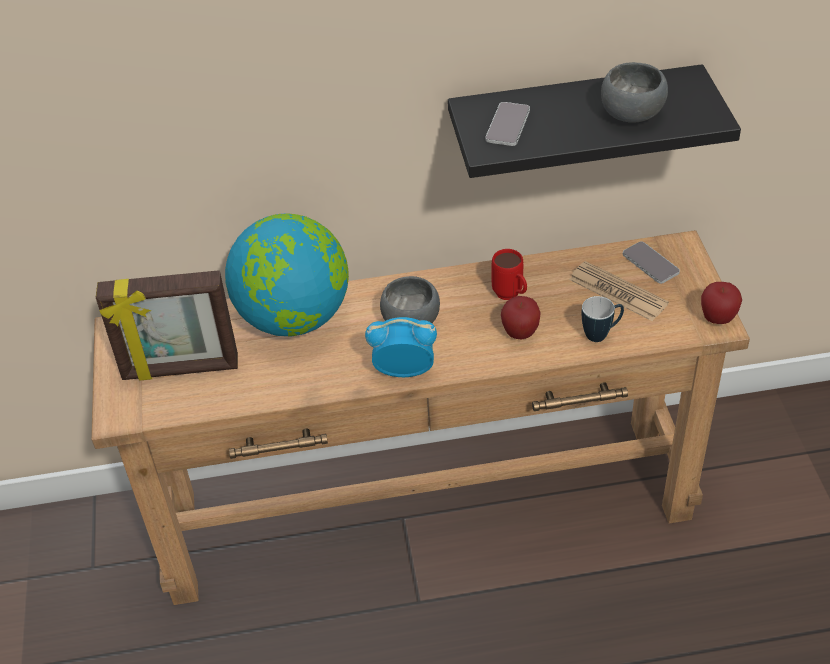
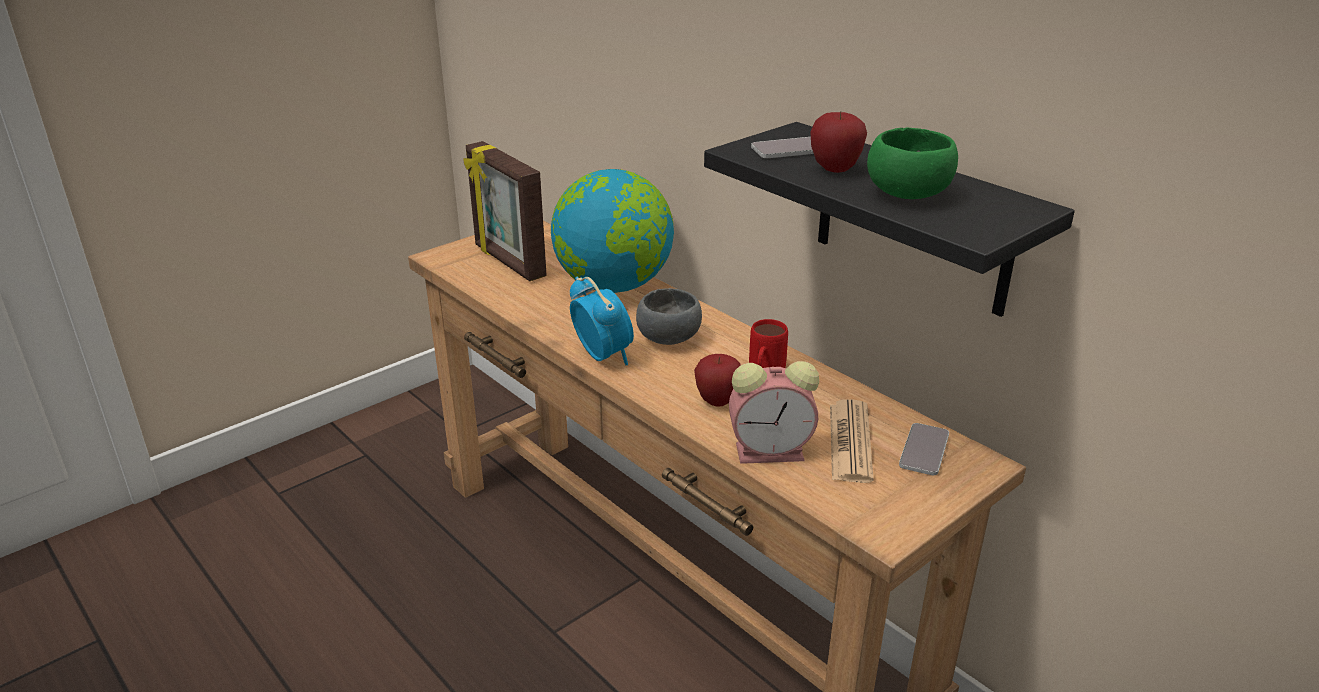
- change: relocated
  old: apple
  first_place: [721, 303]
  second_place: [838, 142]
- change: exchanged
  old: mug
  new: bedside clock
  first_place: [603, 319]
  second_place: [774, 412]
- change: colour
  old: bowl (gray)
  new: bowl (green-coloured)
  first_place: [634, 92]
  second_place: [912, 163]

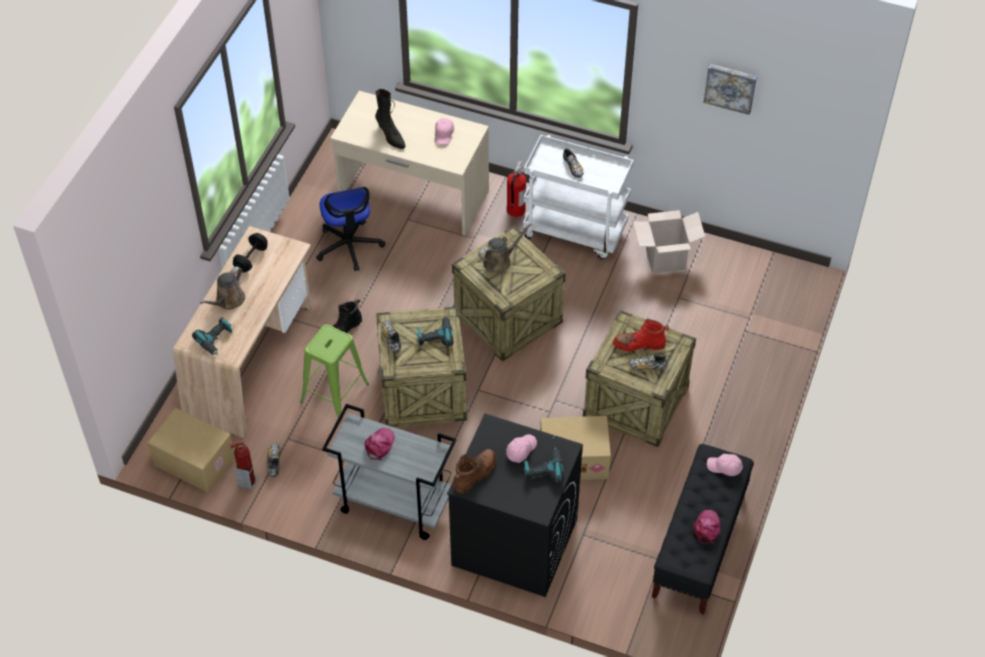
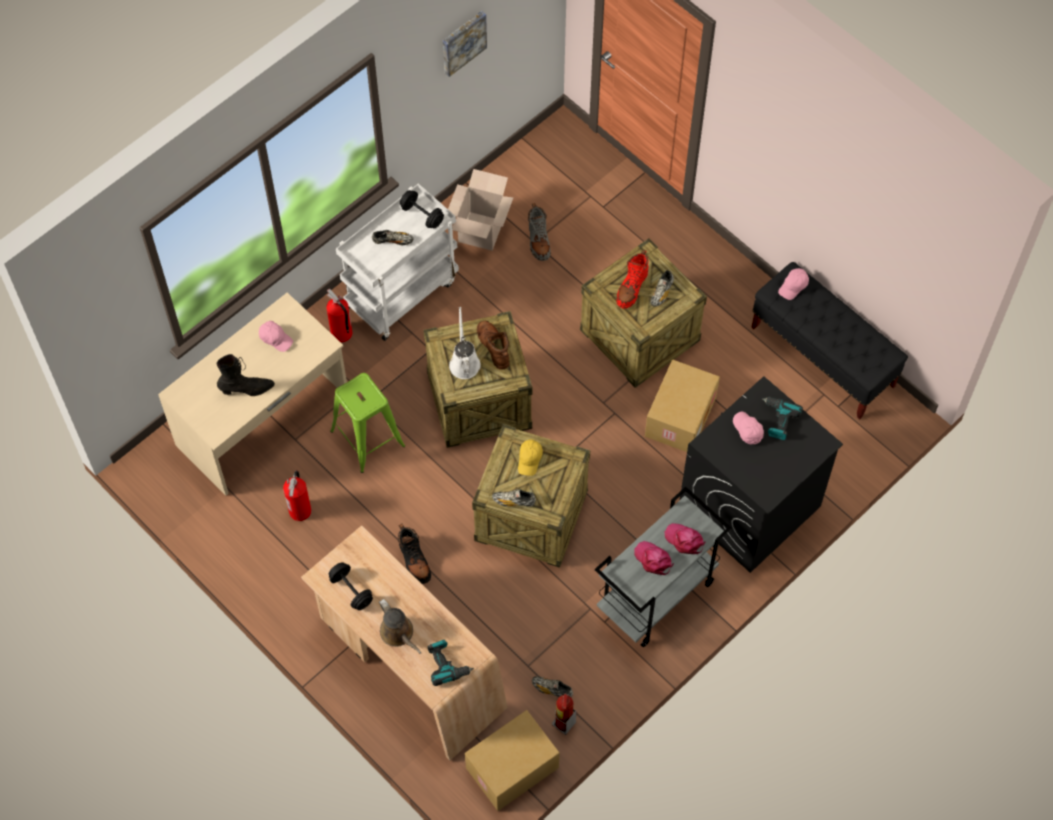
- change: appeared
  new: free weight (black-coloured)
  second_place: [422, 209]
- change: appeared
  new: boot (gray)
  second_place: [539, 232]
- change: relocated
  old: stool (green-coloured)
  first_place: [334, 372]
  second_place: [367, 423]
- change: relocated
  old: boot (brown-coloured)
  first_place: [475, 471]
  second_place: [493, 345]
- change: relocated
  old: peaked cap (pink-coloured)
  first_place: [706, 527]
  second_place: [684, 538]
- change: exchanged
  old: office chair
  new: extinguisher
  first_place: [350, 229]
  second_place: [297, 495]
- change: exchanged
  old: power drill
  new: peaked cap (yellowish)
  first_place: [435, 331]
  second_place: [530, 457]
- change: colour
  old: sprinkling can (brown-coloured)
  new: sprinkling can (whitish)
  first_place: [505, 248]
  second_place: [465, 343]

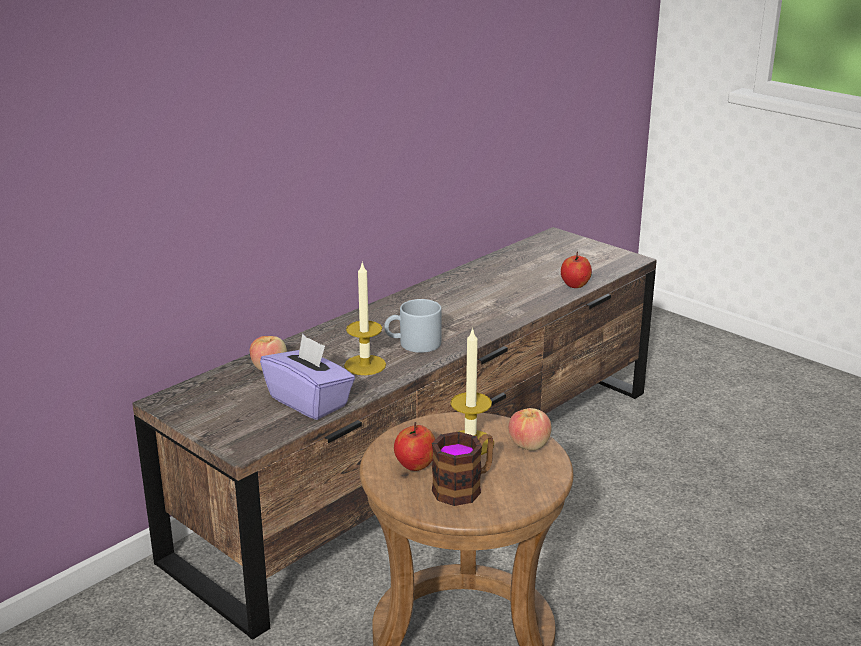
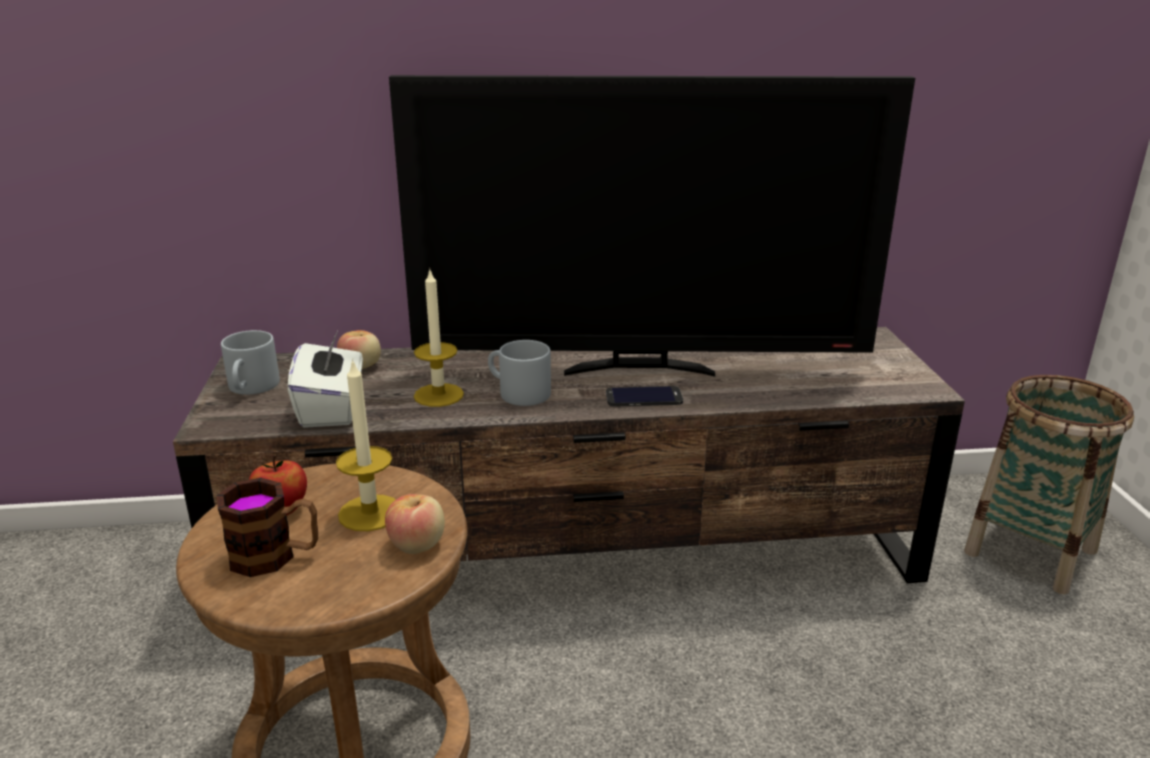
- change: missing
  old: apple
  first_place: [576, 269]
- change: appeared
  new: mug (gray)
  second_place: [250, 362]
- change: appeared
  new: TV set
  second_place: [652, 226]
- change: appeared
  new: handset
  second_place: [644, 396]
- change: appeared
  new: household basket
  second_place: [1049, 484]
- change: colour
  old: tissue box (purple)
  new: tissue box (whitish)
  first_place: [307, 377]
  second_place: [325, 379]

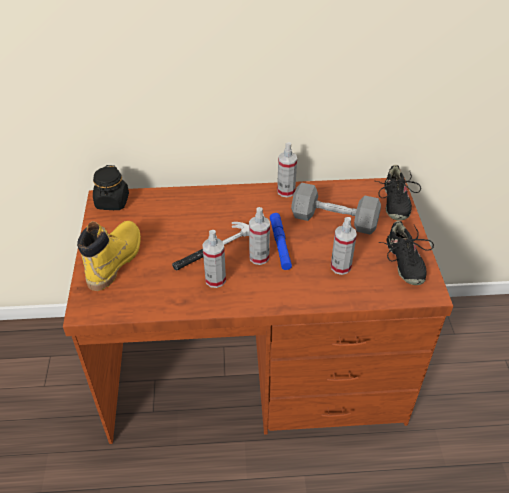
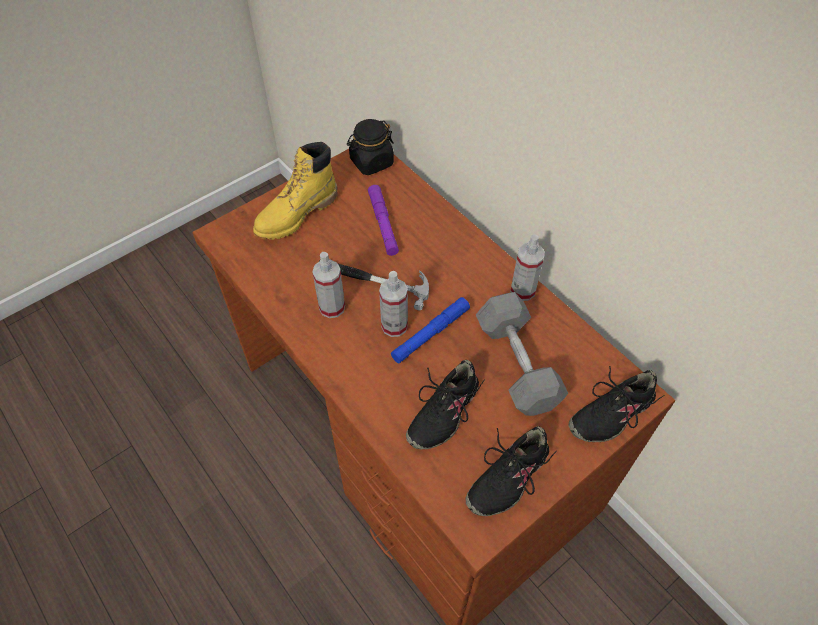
- change: appeared
  new: torch (purple)
  second_place: [383, 220]
- change: exchanged
  old: spray bottle
  new: item of footwear (black-coloured)
  first_place: [344, 246]
  second_place: [445, 404]
- change: spun
  old: boot (yellowish)
  first_place: [109, 256]
  second_place: [295, 191]
  degrees: 150

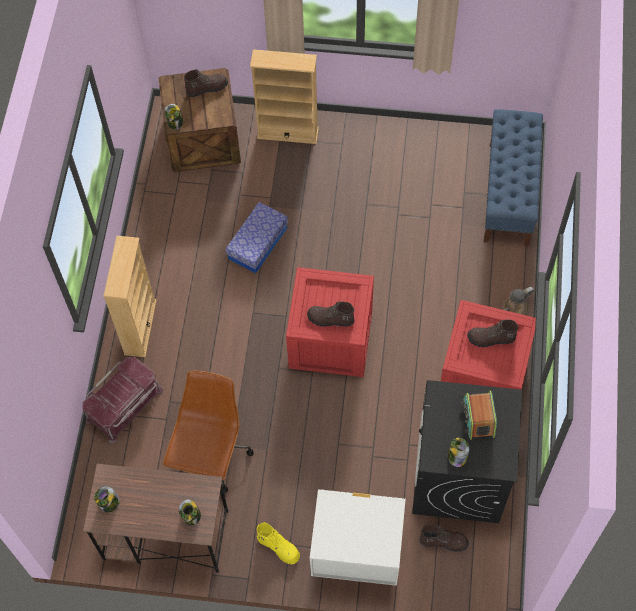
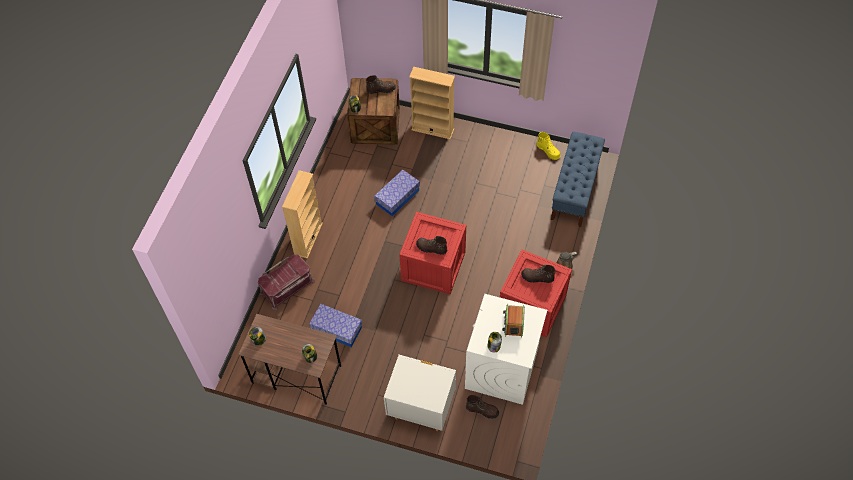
- change: relocated
  old: boot (yellowish)
  first_place: [278, 543]
  second_place: [548, 146]
- change: exchanged
  old: office chair (brown-coloured)
  new: storage container
  first_place: [208, 431]
  second_place: [335, 325]
- change: colour
  old: laundry appliance (black-coloured)
  new: laundry appliance (whitish)
  first_place: [467, 451]
  second_place: [506, 349]

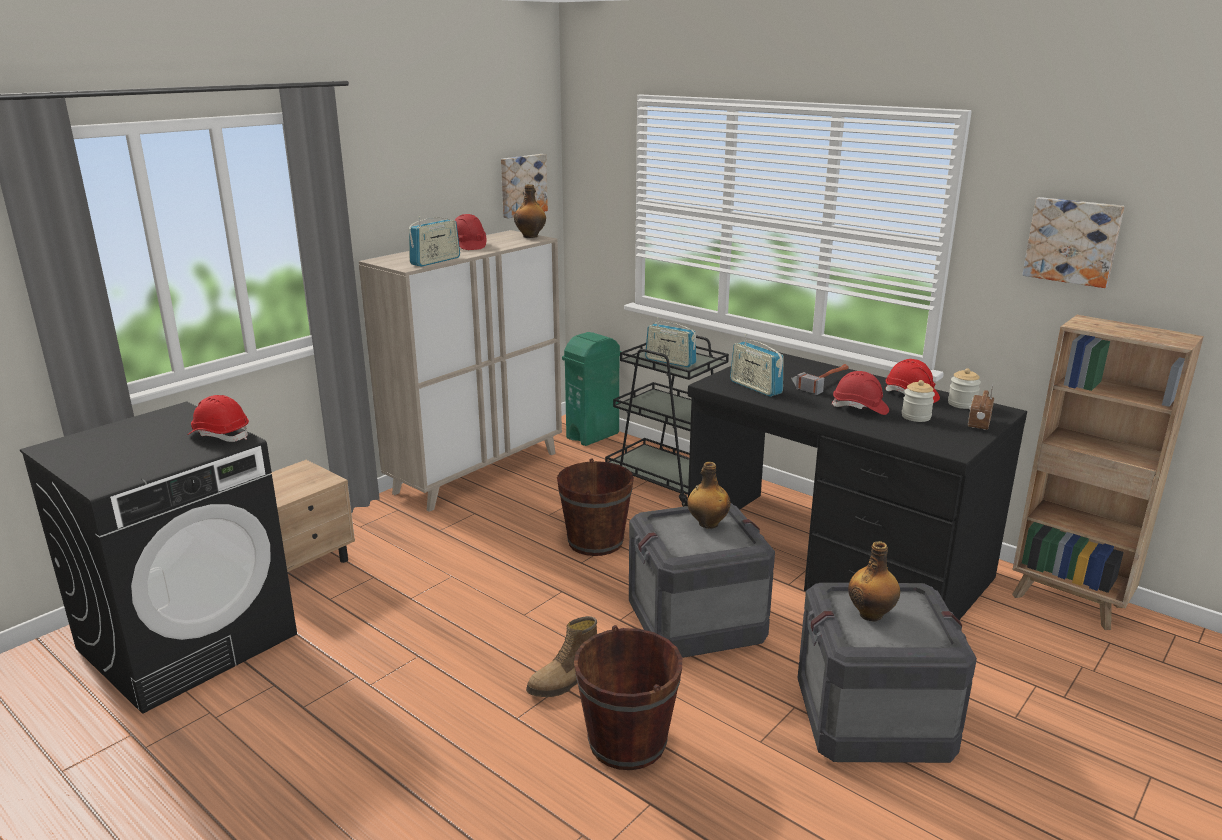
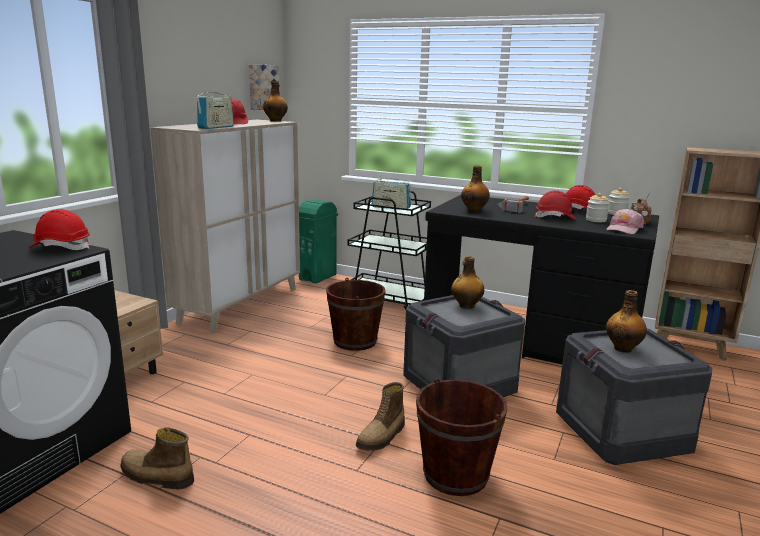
- change: missing
  old: wall art
  first_place: [1073, 242]
- change: appeared
  new: boot
  second_place: [157, 458]
- change: appeared
  new: peaked cap (pink-coloured)
  second_place: [625, 221]
- change: exchanged
  old: radio set
  new: drink bottle
  first_place: [756, 365]
  second_place: [475, 189]

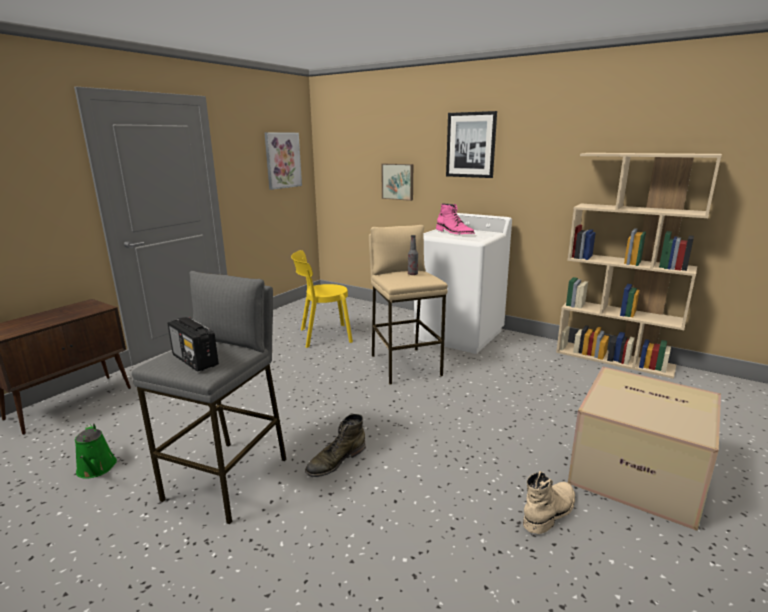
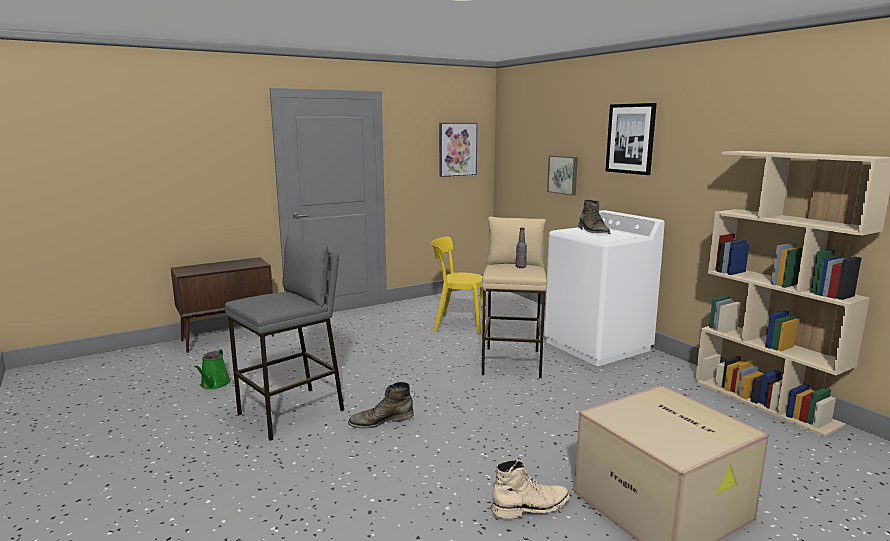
- change: missing
  old: radio set
  first_place: [193, 344]
- change: colour
  old: boot (pink-coloured)
  new: boot (green-coloured)
  first_place: [455, 218]
  second_place: [594, 217]

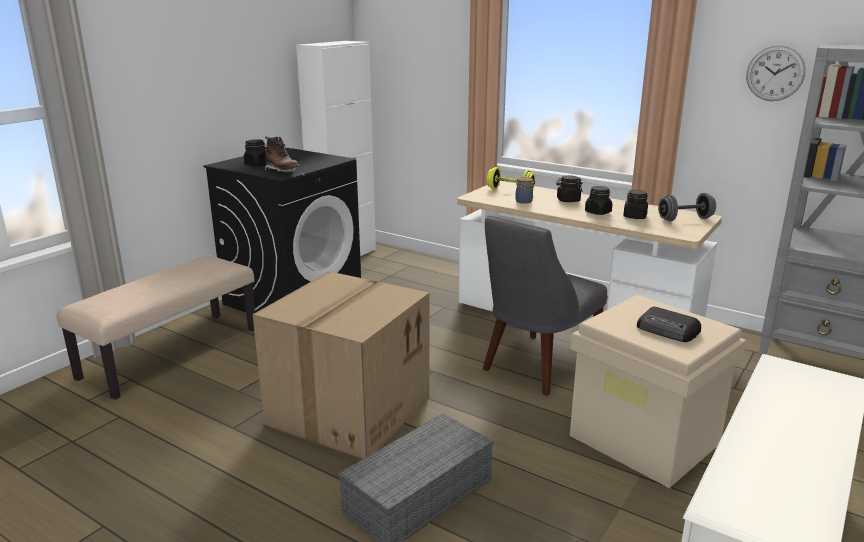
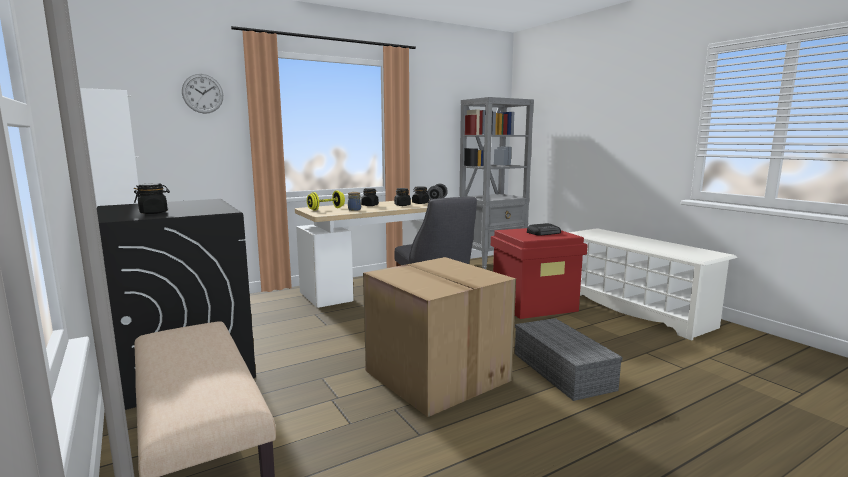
- change: missing
  old: boot (brown-coloured)
  first_place: [282, 154]
- change: relocated
  old: wall clock
  first_place: [776, 73]
  second_place: [202, 94]
- change: colour
  old: storage container (beige-coloured)
  new: storage container (red-coloured)
  first_place: [658, 391]
  second_place: [539, 273]

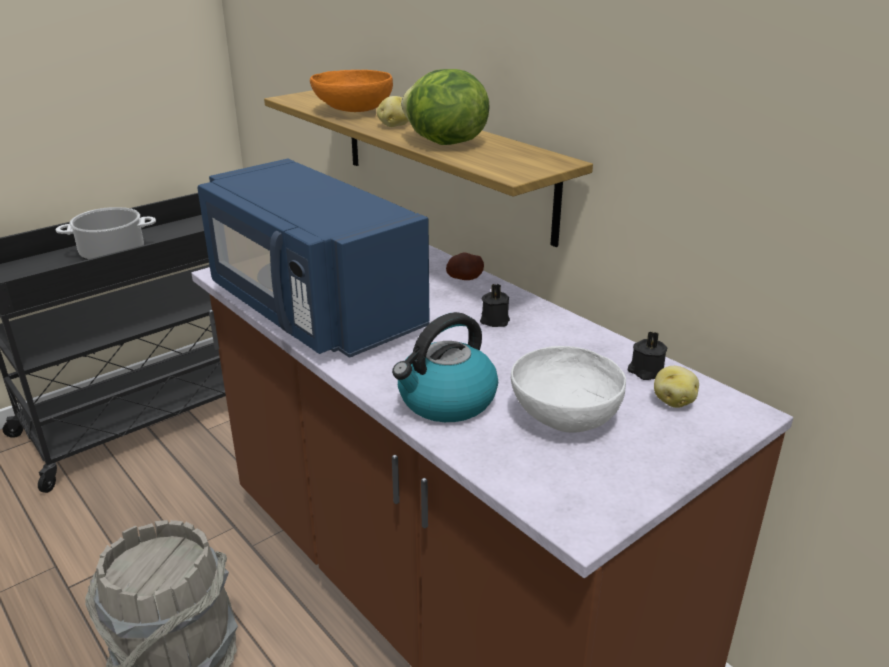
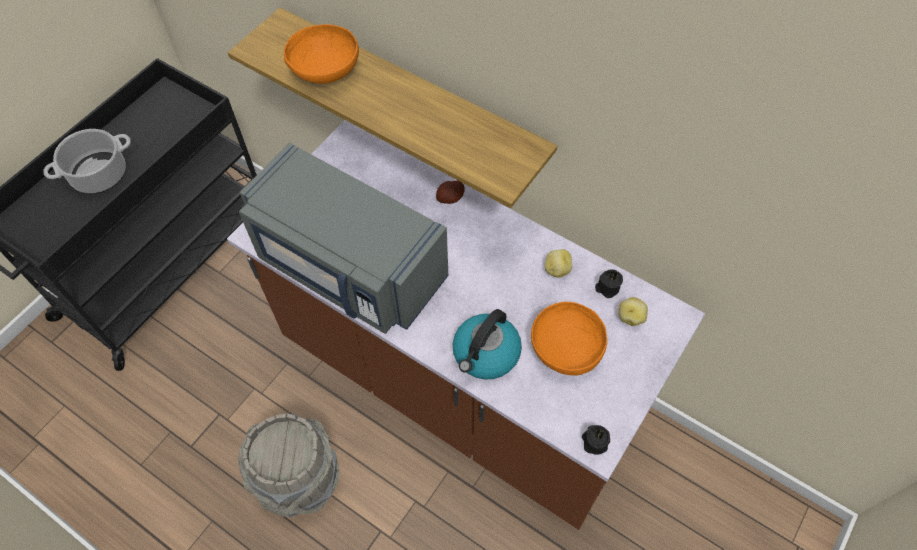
- change: missing
  old: lettuce
  first_place: [445, 107]
- change: relocated
  old: whole potato
  first_place: [393, 111]
  second_place: [558, 263]
- change: relocated
  old: wax light (black-coloured)
  first_place: [495, 305]
  second_place: [596, 440]
- change: colour
  old: microwave oven (bluish)
  new: microwave oven (gray)
  first_place: [314, 258]
  second_place: [343, 238]
- change: colour
  old: bowl (whitish)
  new: bowl (orange-coloured)
  first_place: [568, 389]
  second_place: [569, 339]

